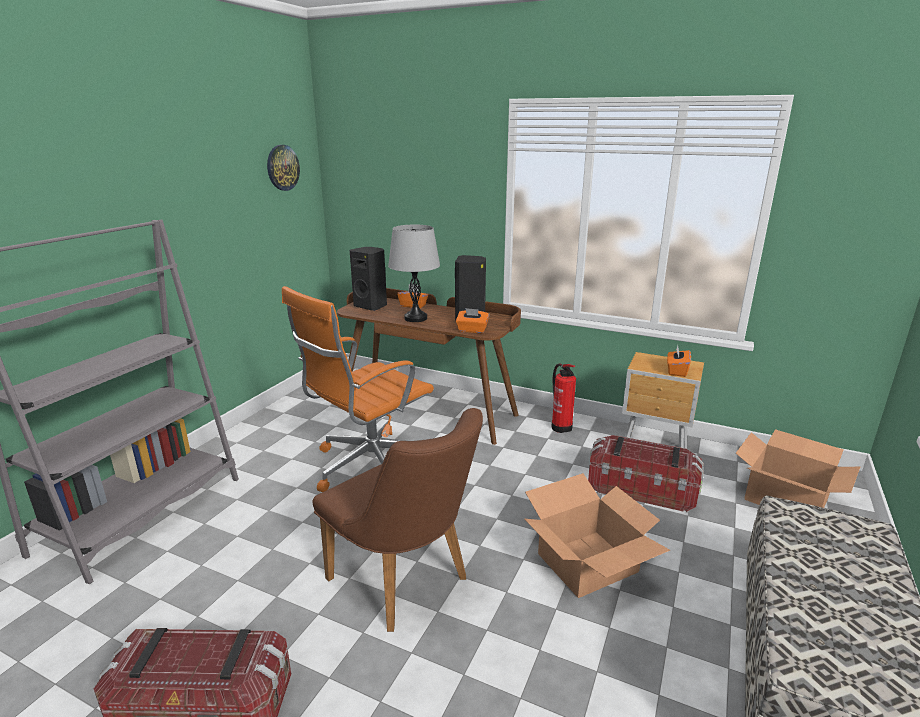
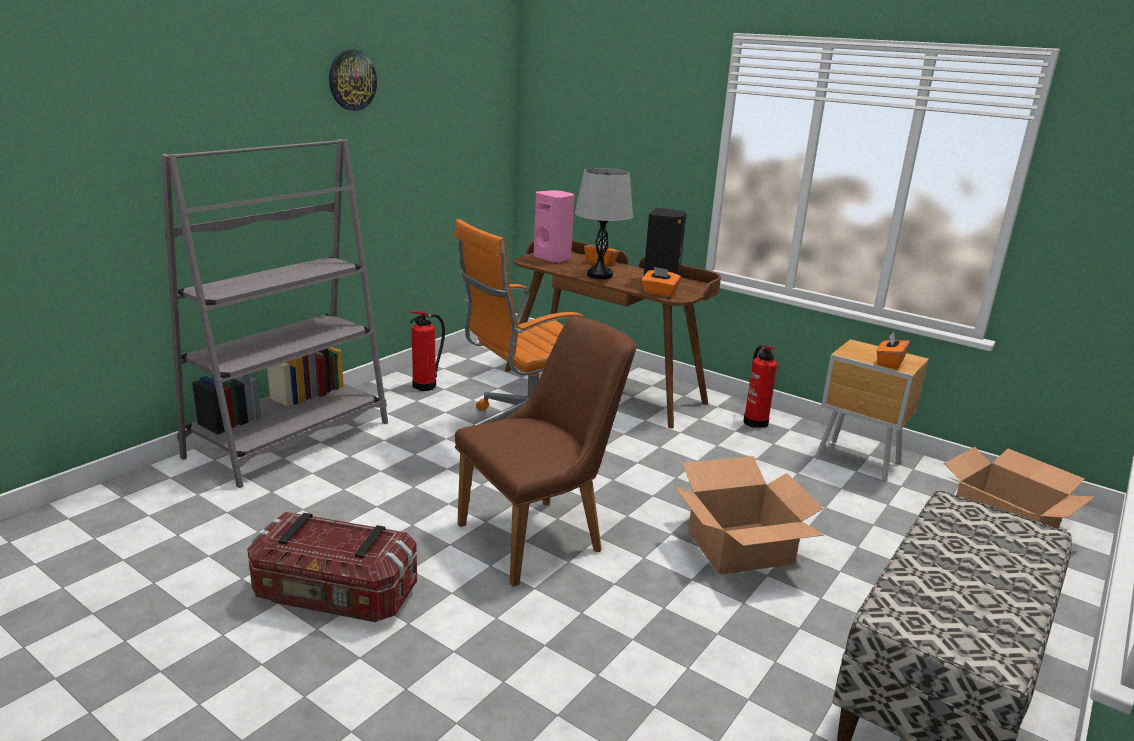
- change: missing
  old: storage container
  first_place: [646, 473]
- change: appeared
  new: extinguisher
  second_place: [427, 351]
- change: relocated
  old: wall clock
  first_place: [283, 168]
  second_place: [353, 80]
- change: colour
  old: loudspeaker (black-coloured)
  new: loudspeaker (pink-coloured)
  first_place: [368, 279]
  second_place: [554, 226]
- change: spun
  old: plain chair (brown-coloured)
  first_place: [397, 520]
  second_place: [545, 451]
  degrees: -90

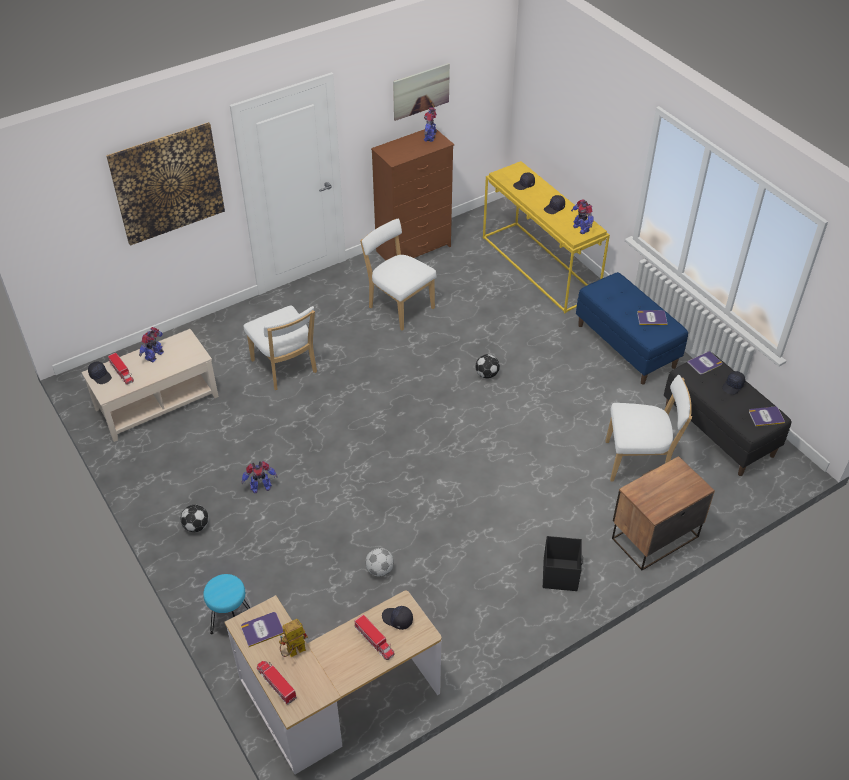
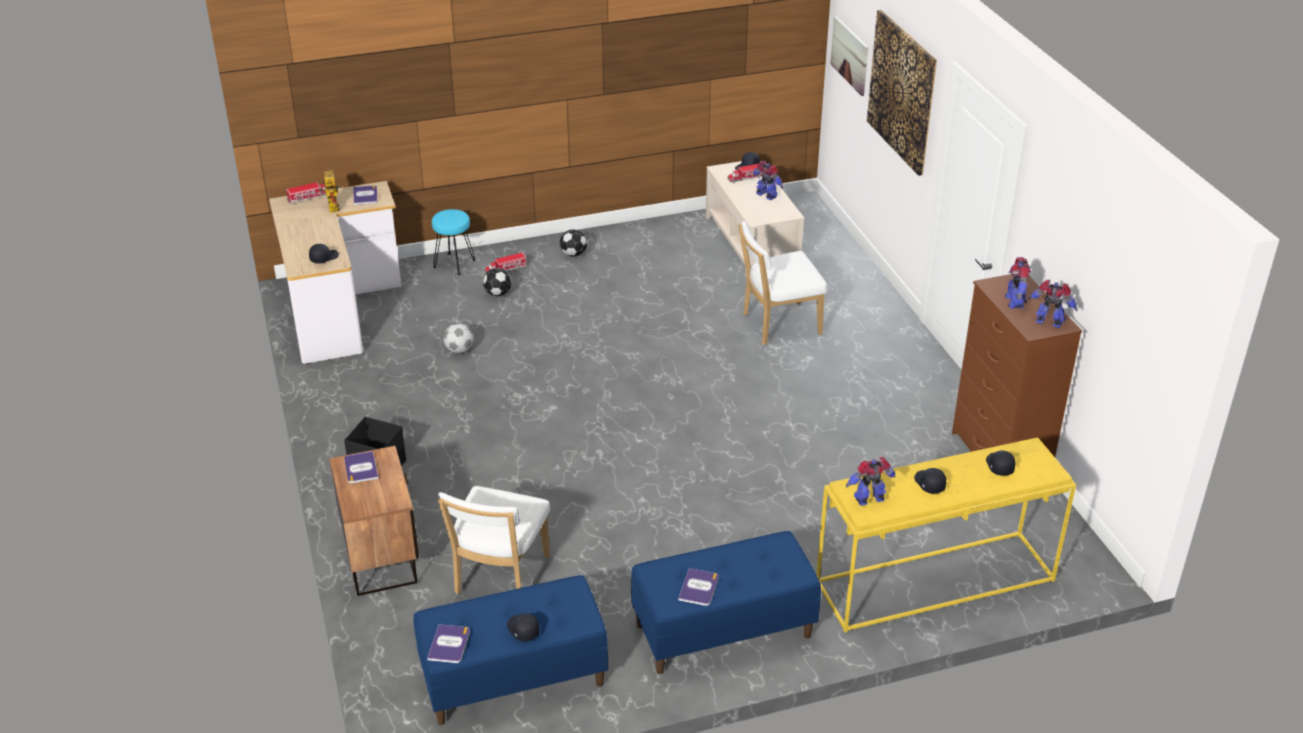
- change: missing
  old: plain chair (whitish)
  first_place: [398, 275]
- change: relocated
  old: robot figure
  first_place: [260, 477]
  second_place: [1018, 283]
- change: relocated
  old: model truck
  first_place: [374, 637]
  second_place: [506, 262]
- change: relocated
  old: wall art
  first_place: [421, 92]
  second_place: [849, 56]
- change: relocated
  old: ball for football
  first_place: [487, 366]
  second_place: [497, 282]
- change: relocated
  old: book
  first_place: [704, 362]
  second_place: [361, 467]
- change: colour
  old: indoor bench (black-coloured)
  new: indoor bench (bluish)
  first_place: [727, 414]
  second_place: [510, 650]

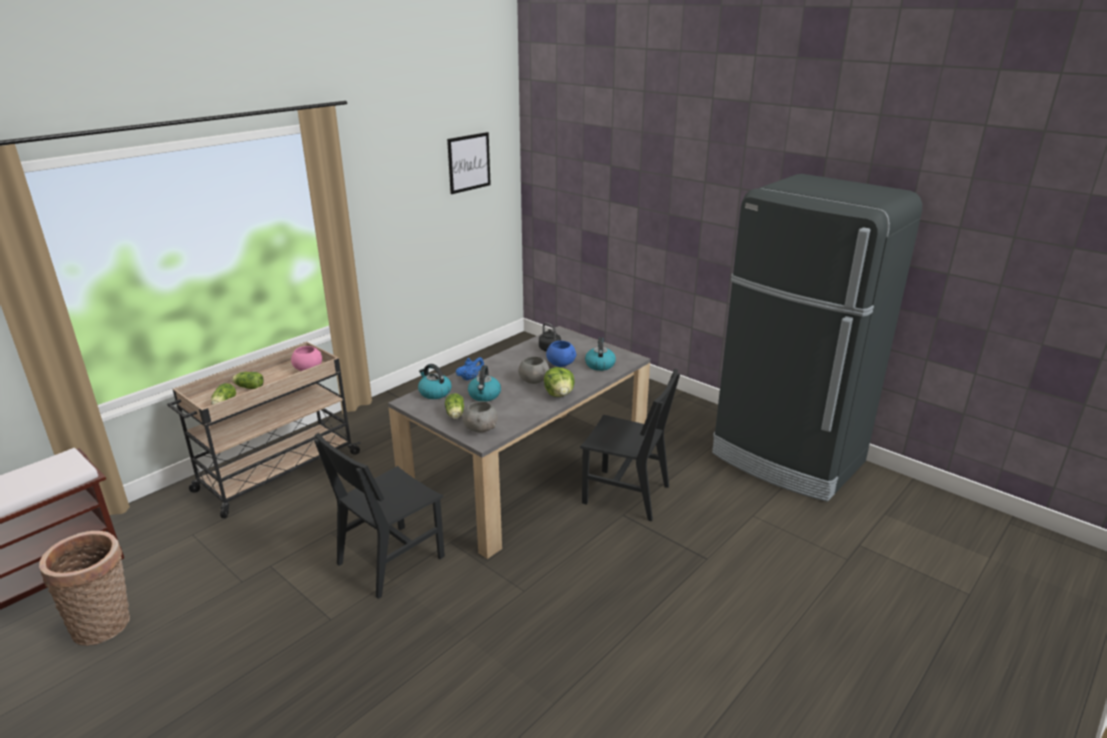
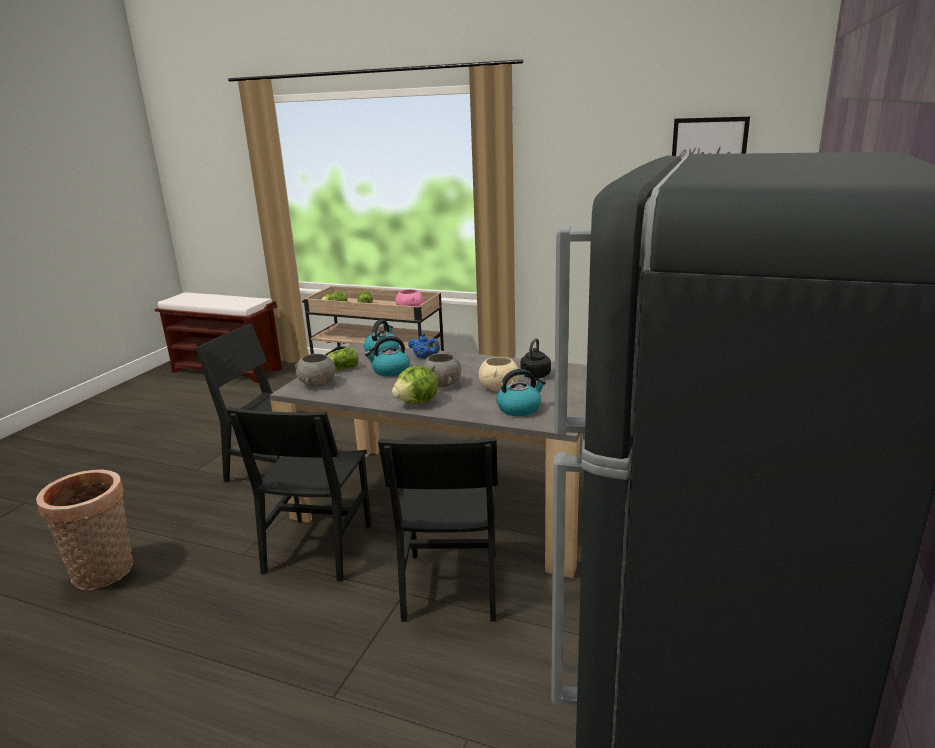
- change: appeared
  new: plain chair (black-coloured)
  second_place: [299, 494]
- change: relocated
  old: household basket
  first_place: [84, 588]
  second_place: [84, 530]
- change: colour
  old: bowl (bluish)
  new: bowl (beige-coloured)
  first_place: [561, 354]
  second_place: [499, 374]

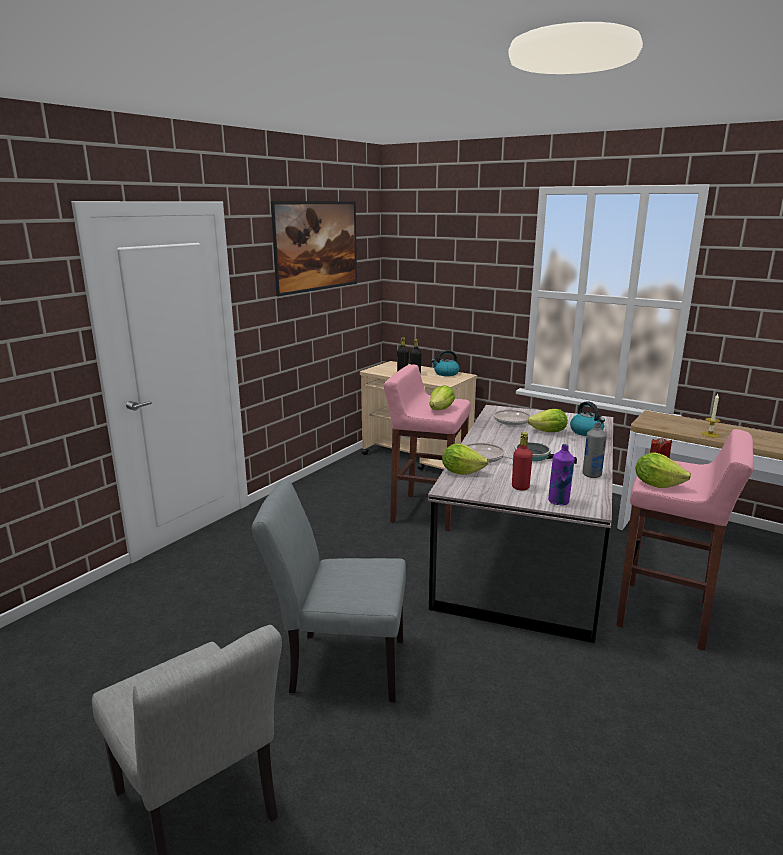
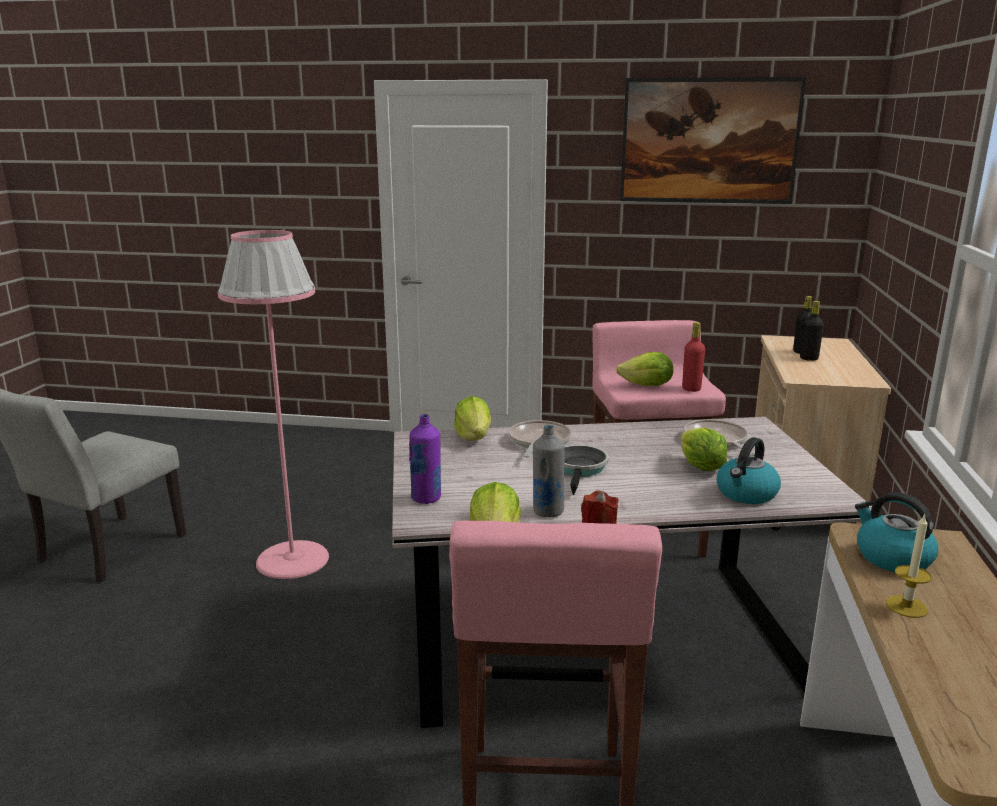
- change: relocated
  old: tea kettle
  first_place: [445, 363]
  second_place: [896, 532]
- change: relocated
  old: drink bottle (red-coloured)
  first_place: [522, 461]
  second_place: [693, 357]
- change: exchanged
  old: plain chair (gray)
  new: standard lamp (pink-coloured)
  first_place: [329, 591]
  second_place: [273, 404]

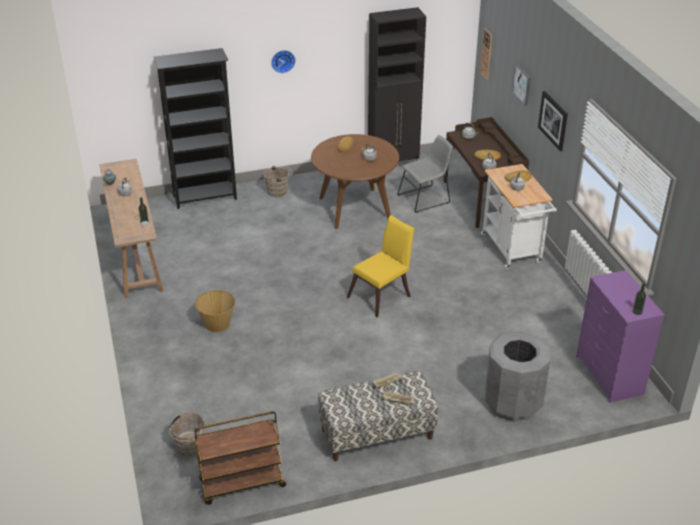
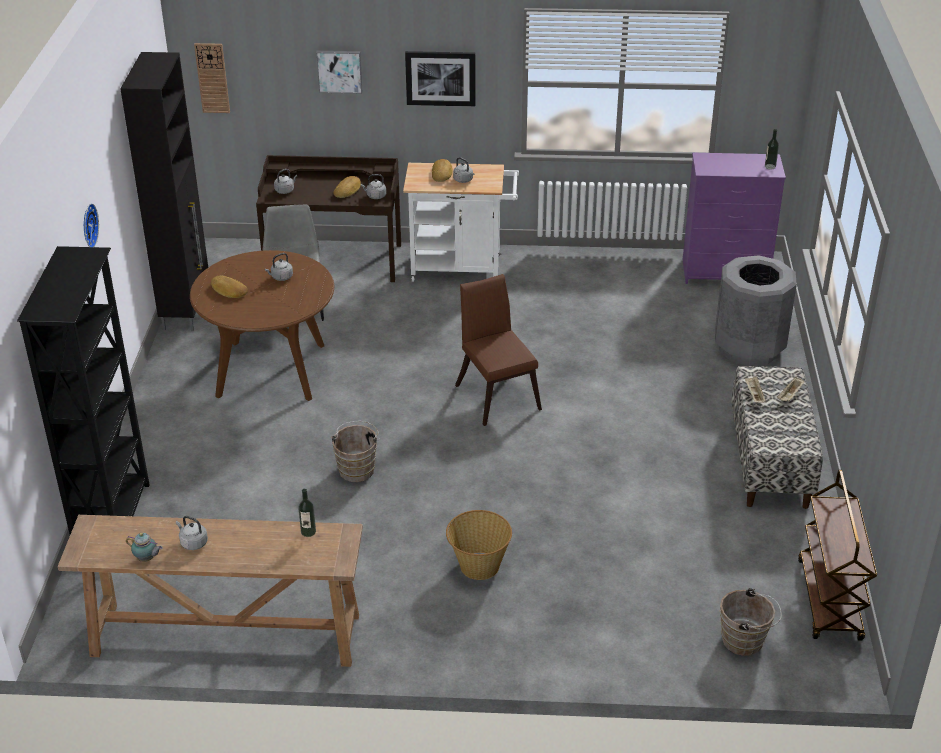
- change: relocated
  old: water bucket (brown-coloured)
  first_place: [278, 181]
  second_place: [355, 451]
- change: colour
  old: plain chair (yellowish)
  new: plain chair (brown-coloured)
  first_place: [380, 266]
  second_place: [498, 350]

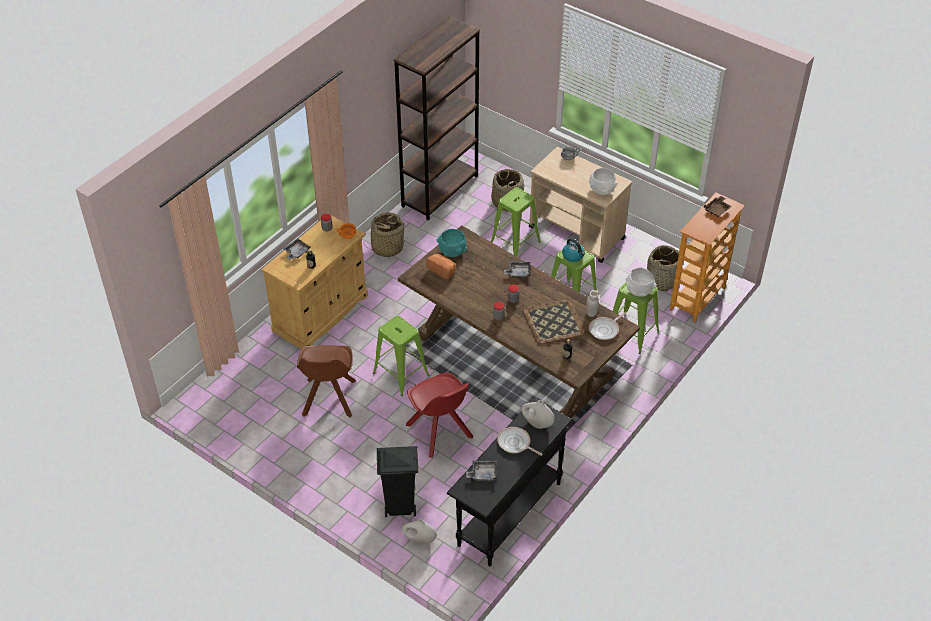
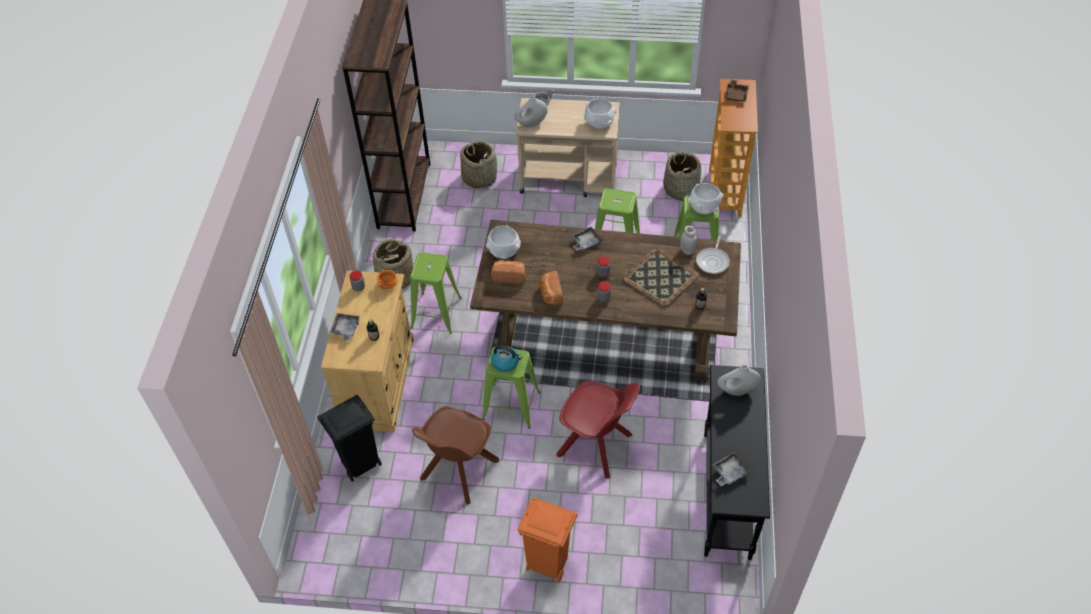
- change: missing
  old: frying pan
  first_place: [519, 441]
- change: appeared
  new: rubbish bin (orange-coloured)
  second_place: [547, 540]
- change: appeared
  new: bakery bread
  second_place: [551, 288]
- change: relocated
  old: rubbish bin (black-coloured)
  first_place: [397, 481]
  second_place: [349, 438]
- change: relocated
  old: decorative vase (whitish)
  first_place: [419, 532]
  second_place: [531, 111]
- change: relocated
  old: stool (green-coloured)
  first_place: [516, 221]
  second_place: [436, 293]
- change: relocated
  old: tea kettle
  first_place: [573, 250]
  second_place: [506, 358]
- change: colour
  old: bowl (turquoise)
  new: bowl (whitish)
  first_place: [451, 243]
  second_place: [503, 242]
- change: spun
  old: plain chair (brown-coloured)
  first_place: [326, 381]
  second_place: [455, 455]
  degrees: 60

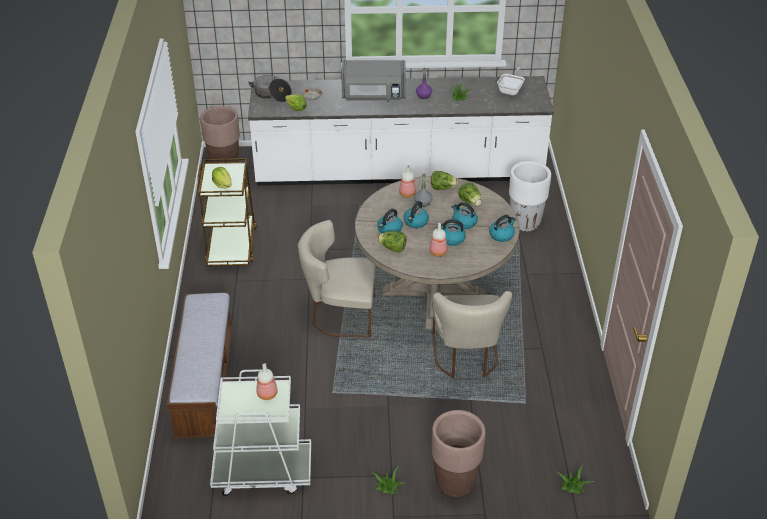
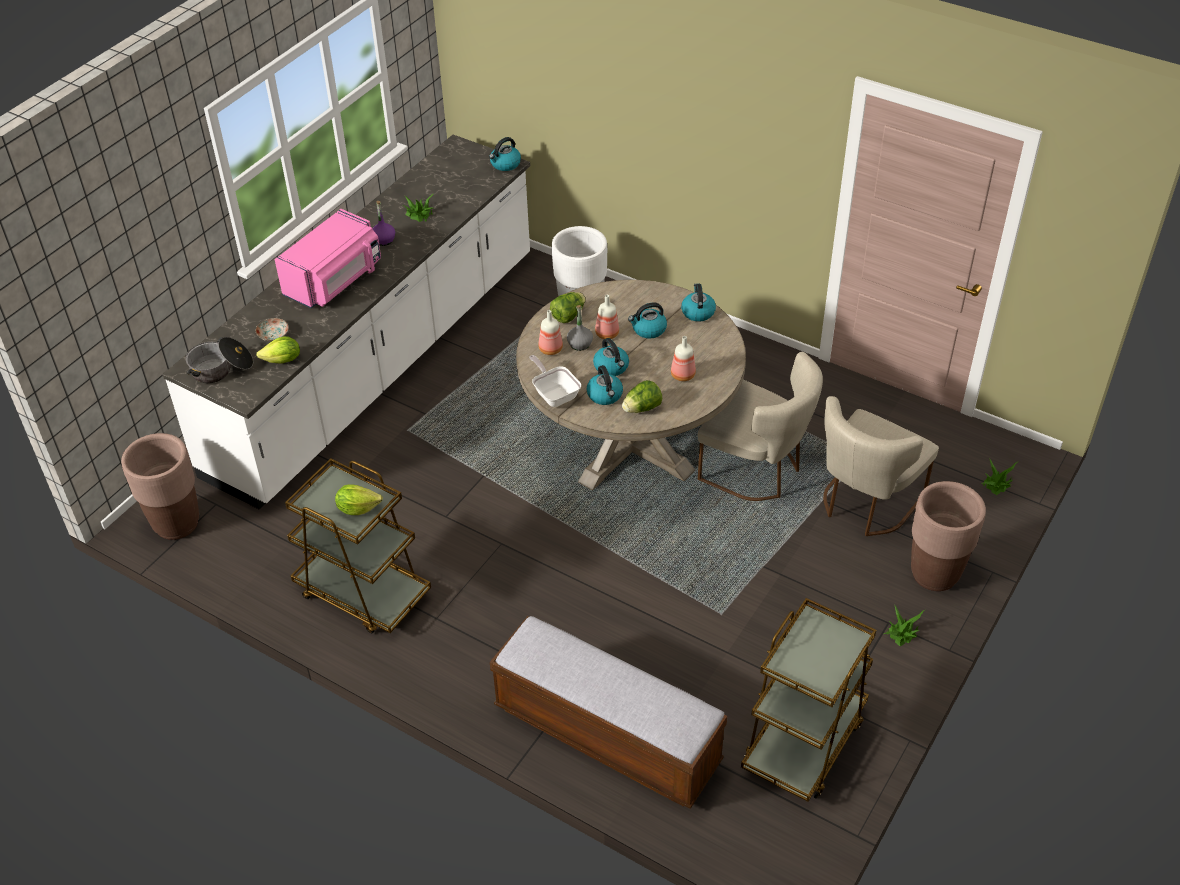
- change: missing
  old: lettuce
  first_place: [470, 194]
- change: relocated
  old: drink bottle
  first_place: [267, 381]
  second_place: [607, 317]
- change: relocated
  old: plain chair (beige-coloured)
  first_place: [337, 279]
  second_place: [881, 466]
- change: relocated
  old: tea kettle
  first_place: [451, 232]
  second_place: [505, 154]
- change: relocated
  old: frying pan
  first_place: [511, 81]
  second_place: [555, 381]
- change: colour
  old: cart (whitish)
  new: cart (brown-coloured)
  first_place: [260, 432]
  second_place: [808, 700]
- change: colour
  old: microwave oven (gray)
  new: microwave oven (pink-coloured)
  first_place: [373, 81]
  second_place: [328, 258]

